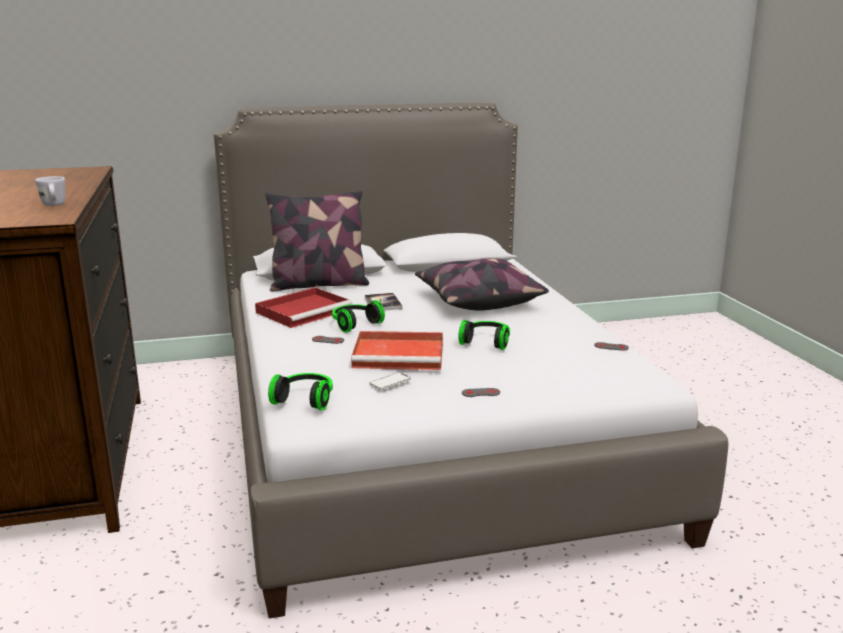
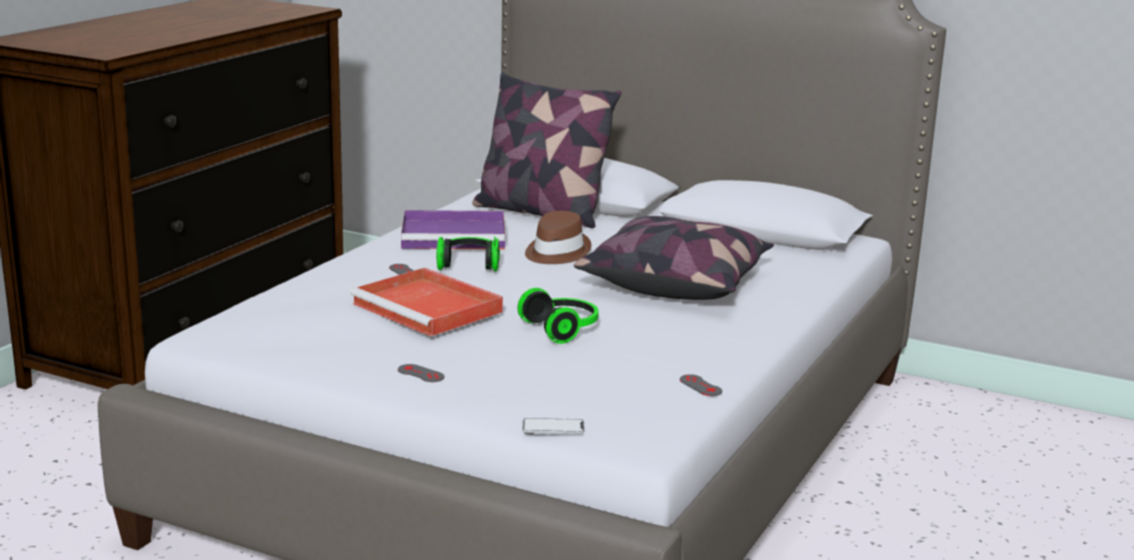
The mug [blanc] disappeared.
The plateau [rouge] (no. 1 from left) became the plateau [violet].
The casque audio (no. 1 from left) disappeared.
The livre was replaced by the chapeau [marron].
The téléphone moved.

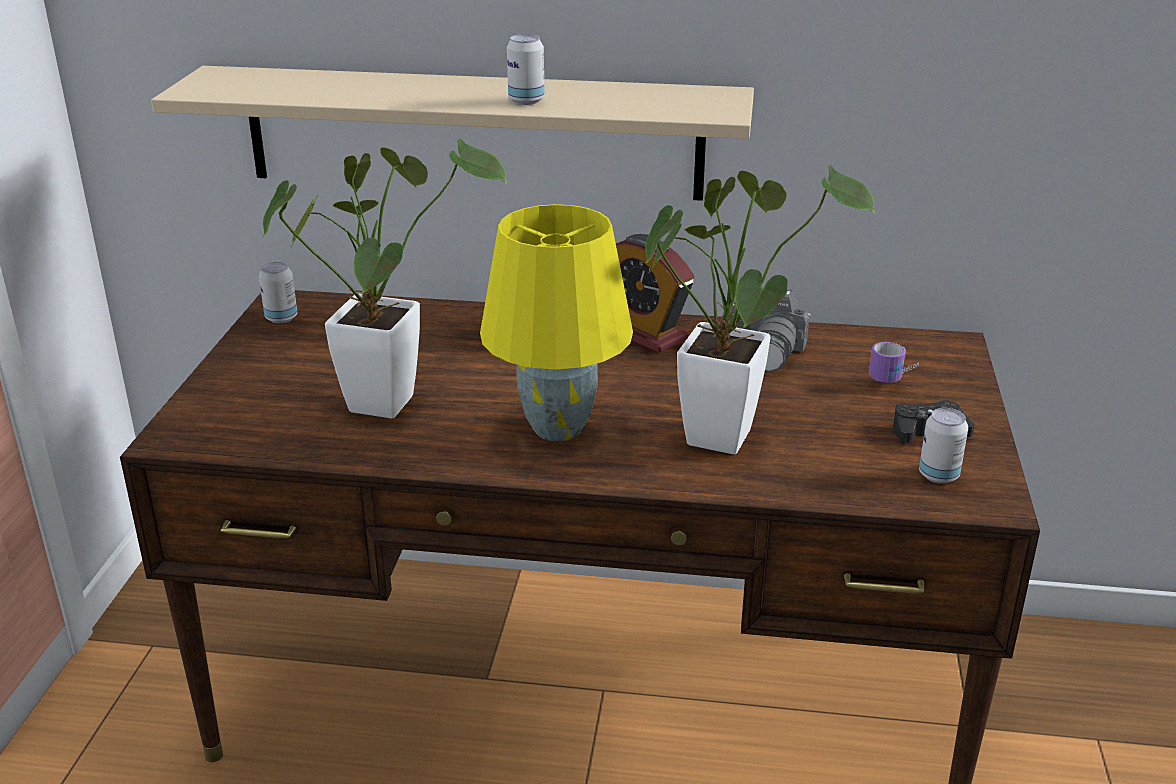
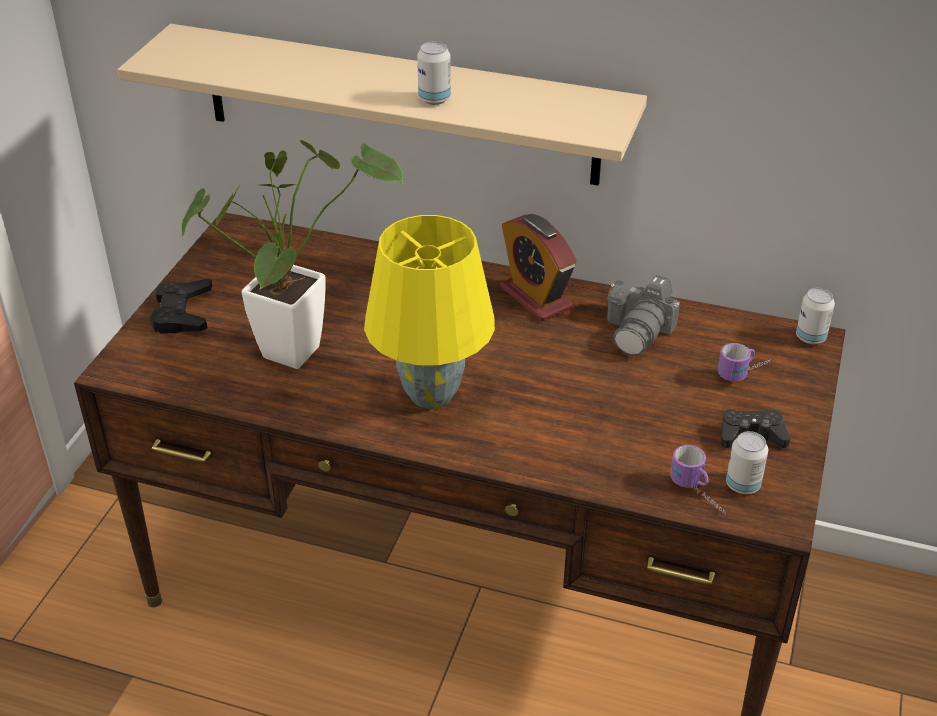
The boîte métallique (no. 1 from left in the first image) moved.
The plante en pot (no. 2 from left) disappeared.
The manette [noir] (no. 1 from left) appeared.
The mug (no. 1 from left) appeared.

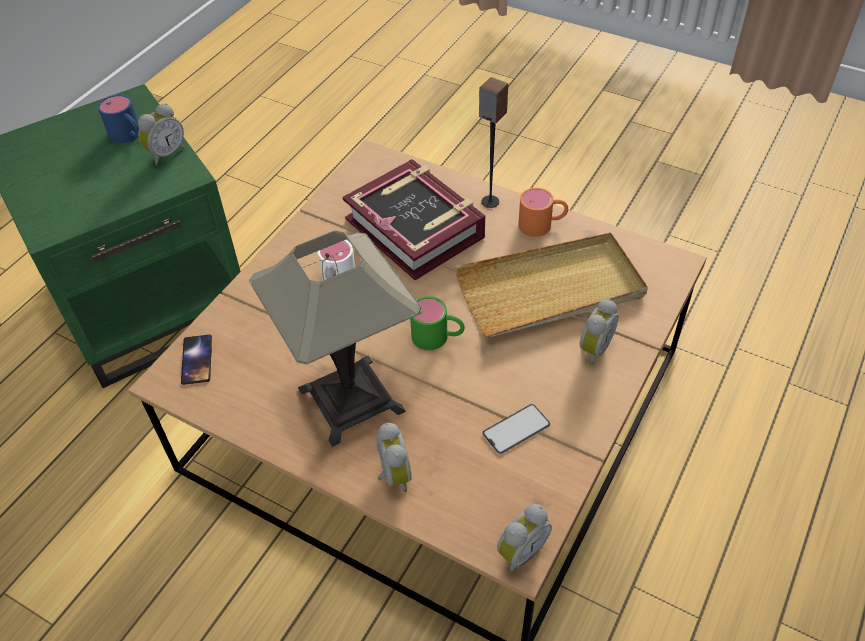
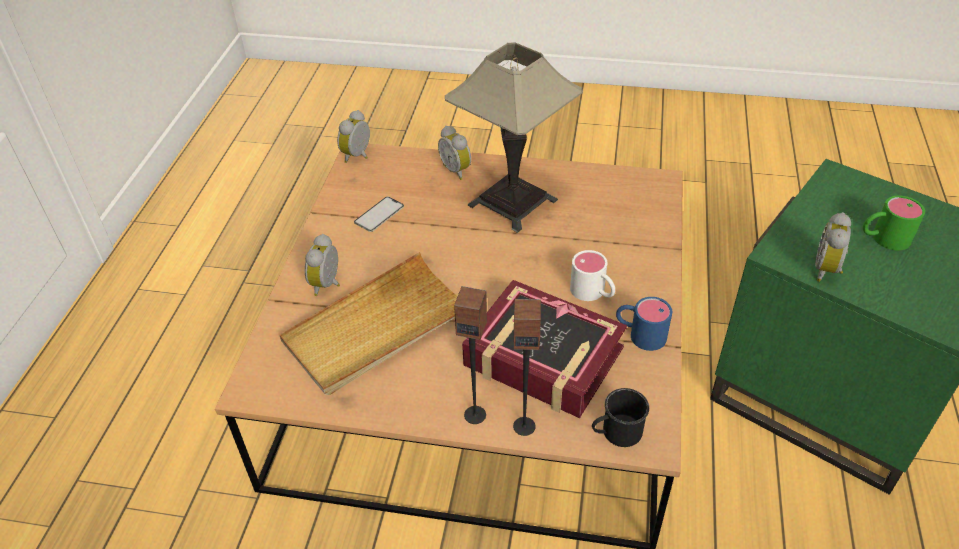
The mug [bleu] moved.
The téléphone (no. 1 from left) disappeared.
The mug [vert] moved.
The mug [orange] disappeared.
The enceinte (no. 2 from left) appeared.
The mug [noir] appeared.

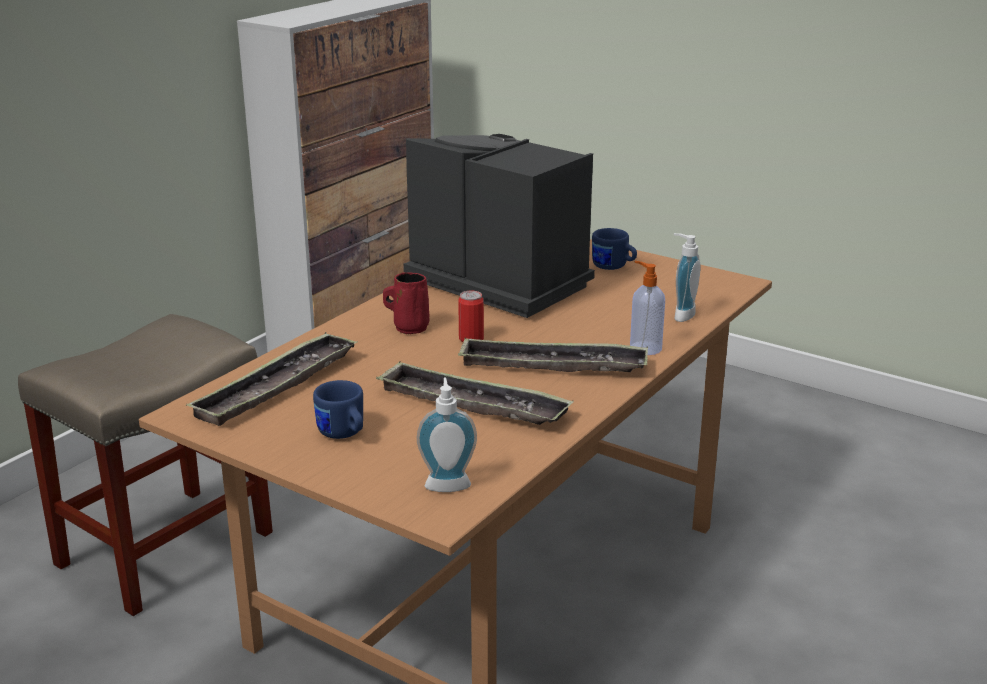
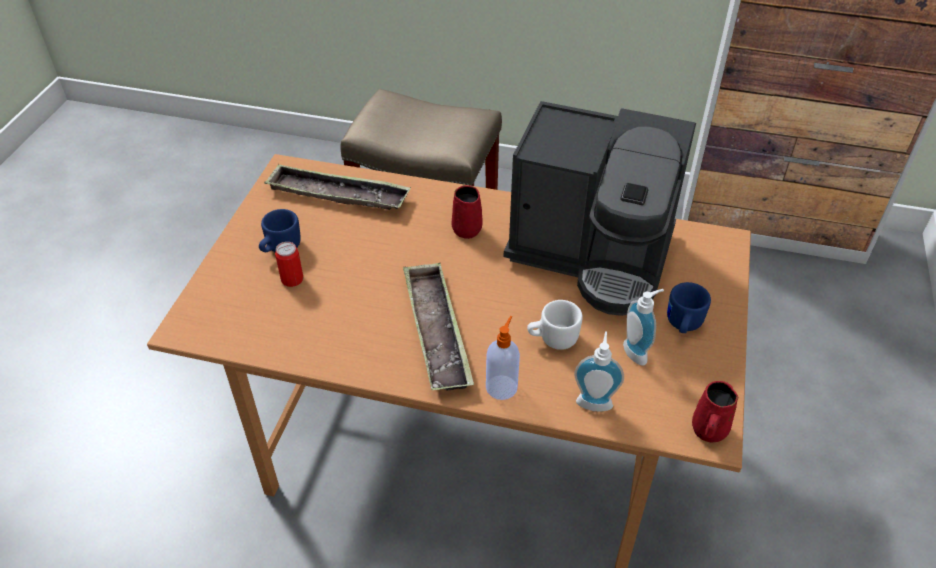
The plateau (no. 2 from left) disappeared.
The machine à café turned 90 degrees clockwise.
The distributeur de savon (no. 1 from left in the first image) moved.
The boîte métallique moved.
The mug [blanc] appeared.
The mug [rouge] (no. 2 from left) appeared.

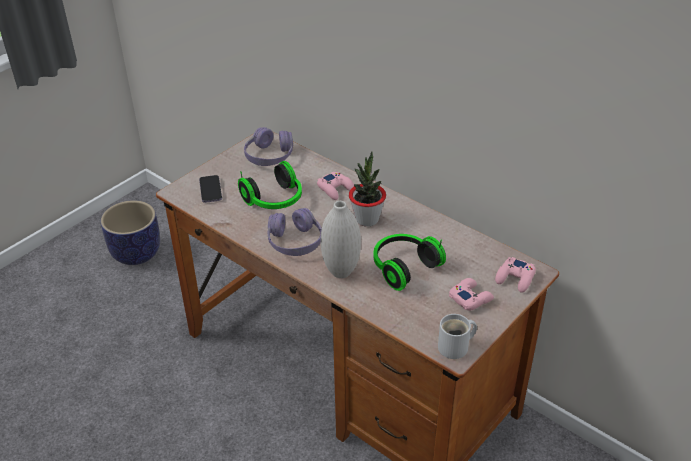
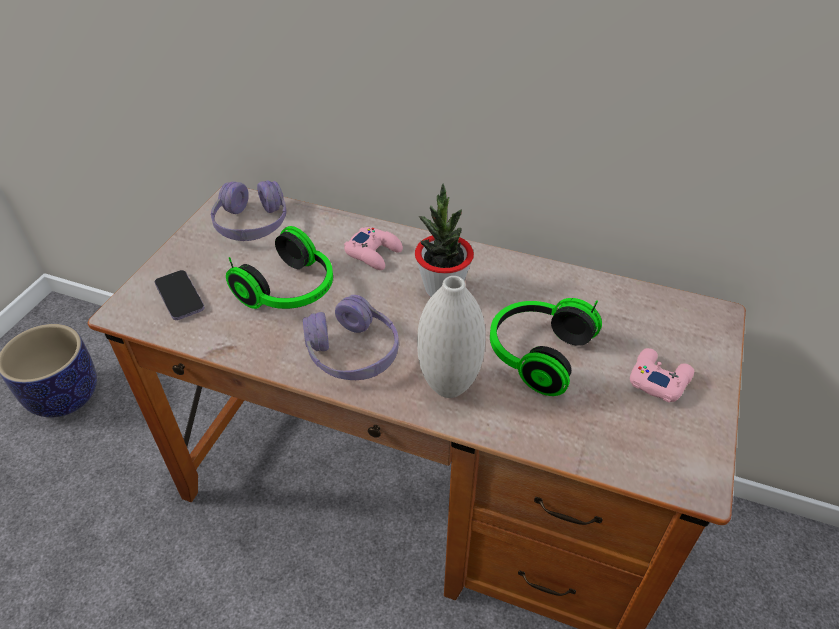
The mug [blanc] disappeared.
The manette [rose] (no. 3 from left) disappeared.

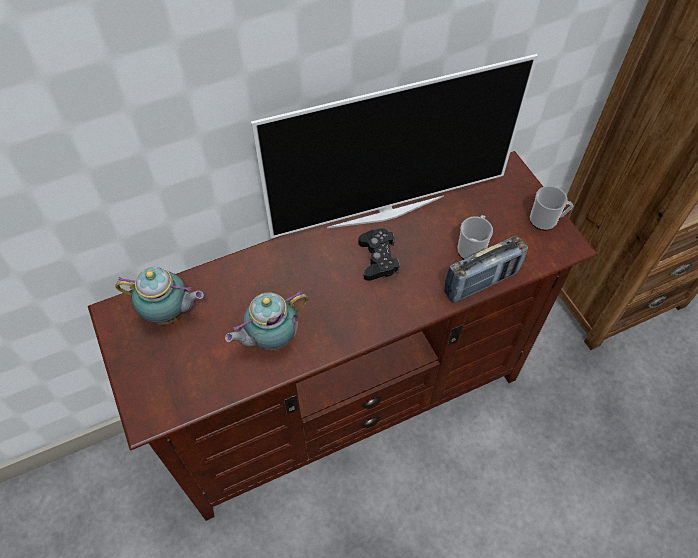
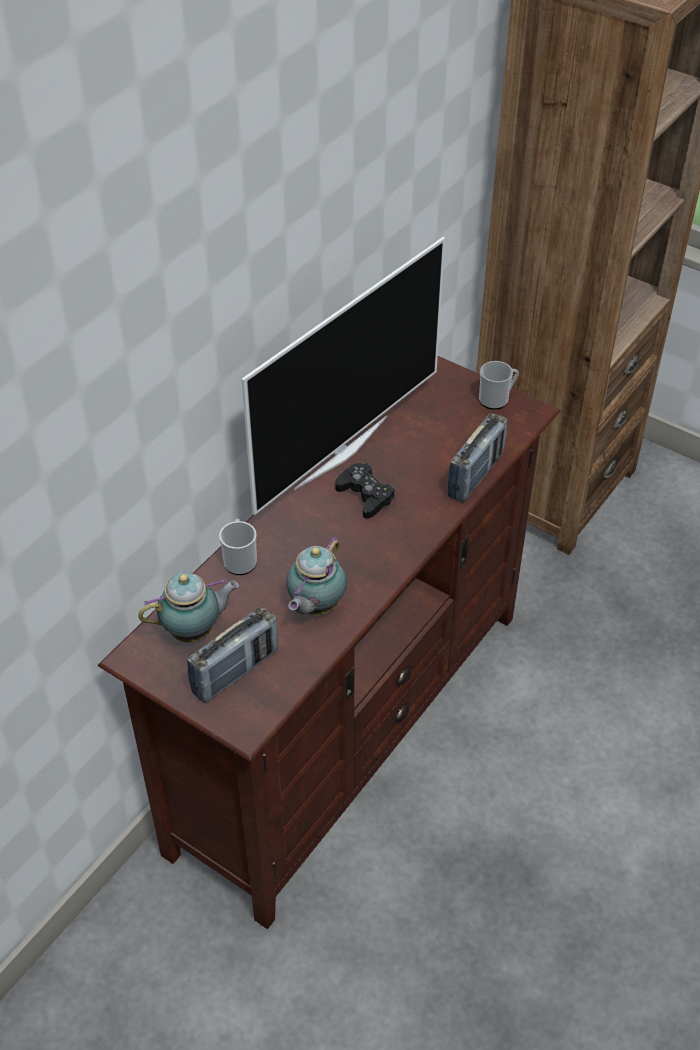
The mug (no. 1 from left) moved.
The radio (no. 1 from left) appeared.

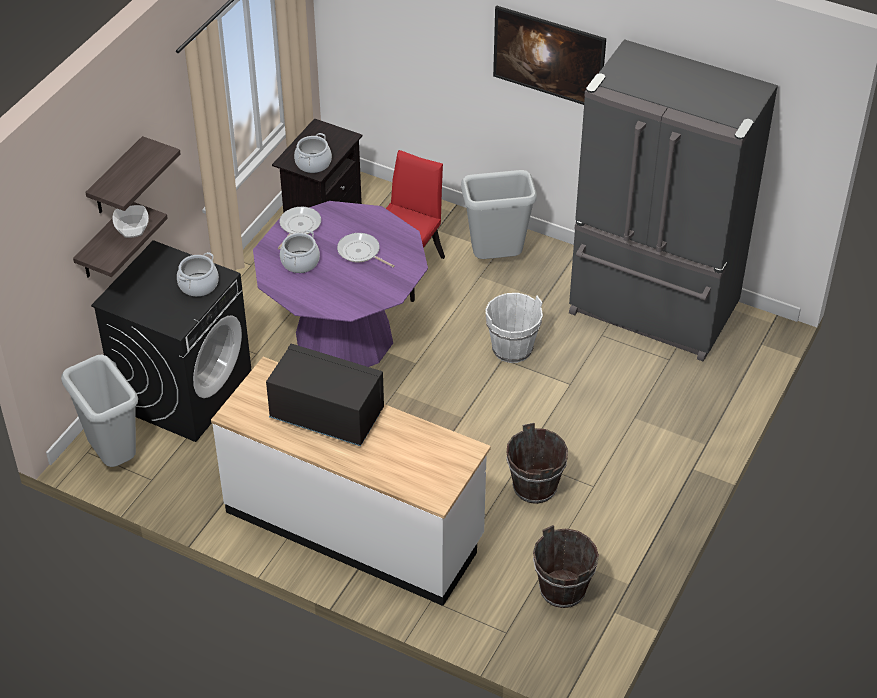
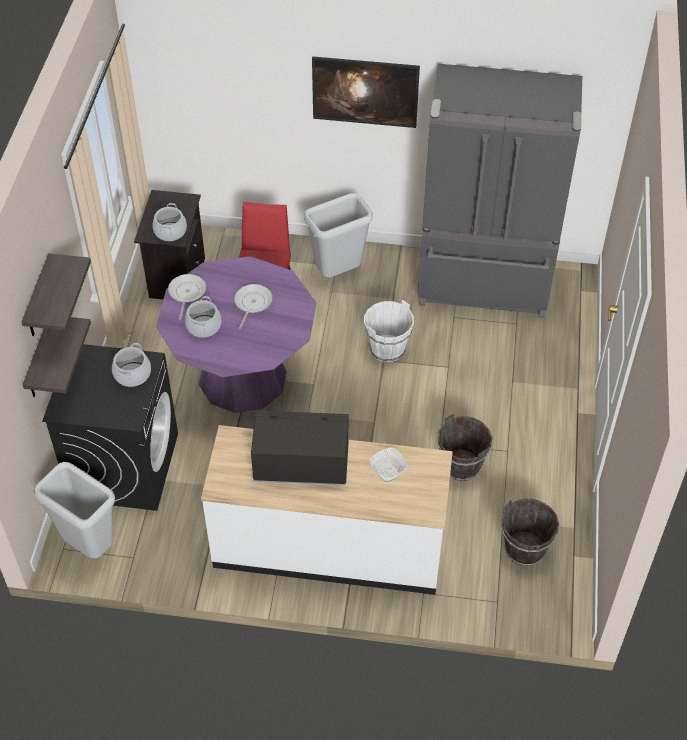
The bol moved.
The poêle (no. 2 from left) turned 90 degrees clockwise.

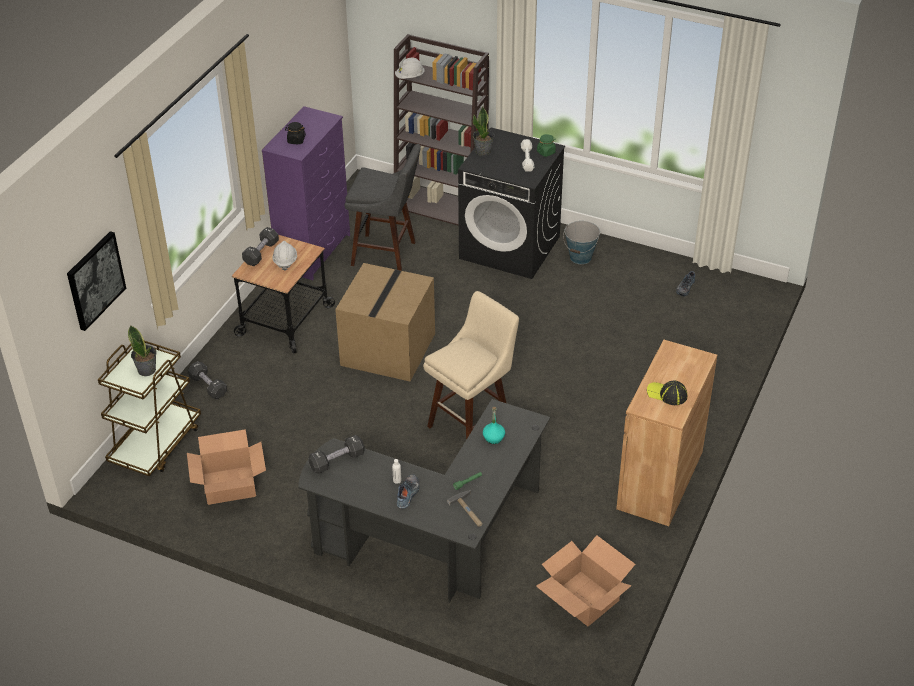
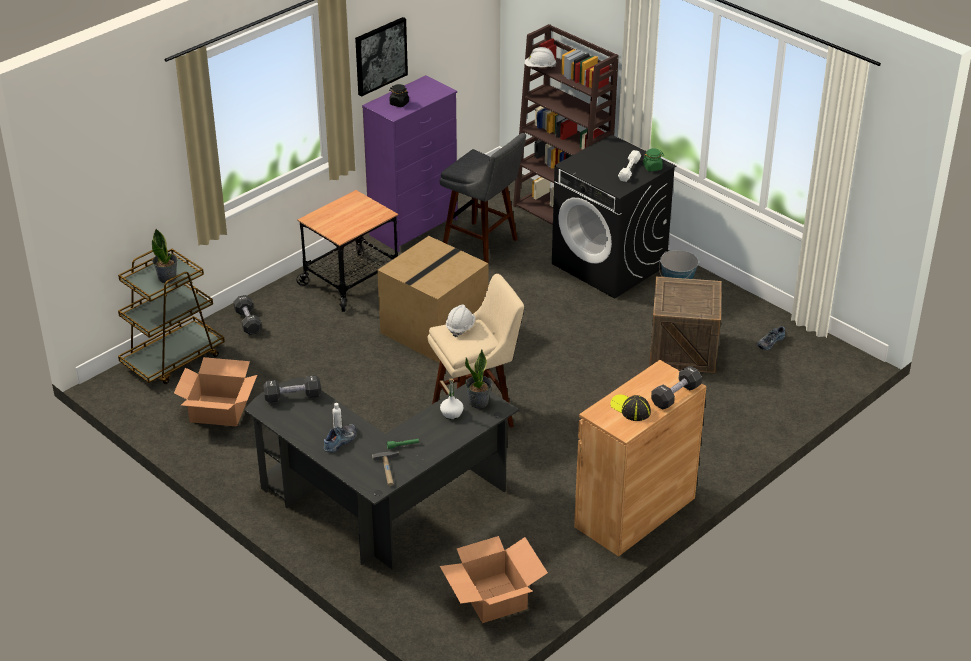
The tableau moved.
The haltère [noir] (no. 2 from left in the first image) moved.
The casque de chantier [blanc] (no. 1 from left) moved.
The plante en pot (no. 2 from left) moved.
The bouteille [turquoise] became the bouteille [blanc] (no. 2 from left).
The caisse appeared.

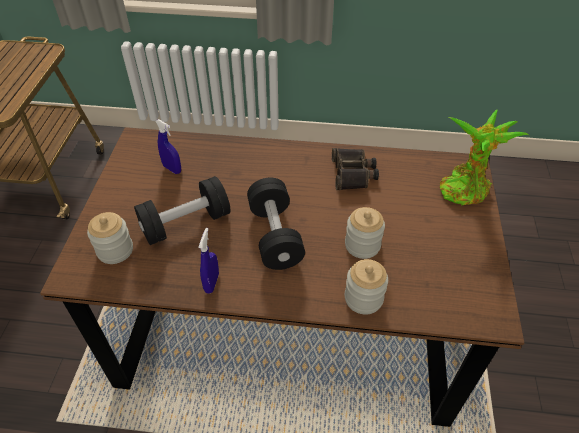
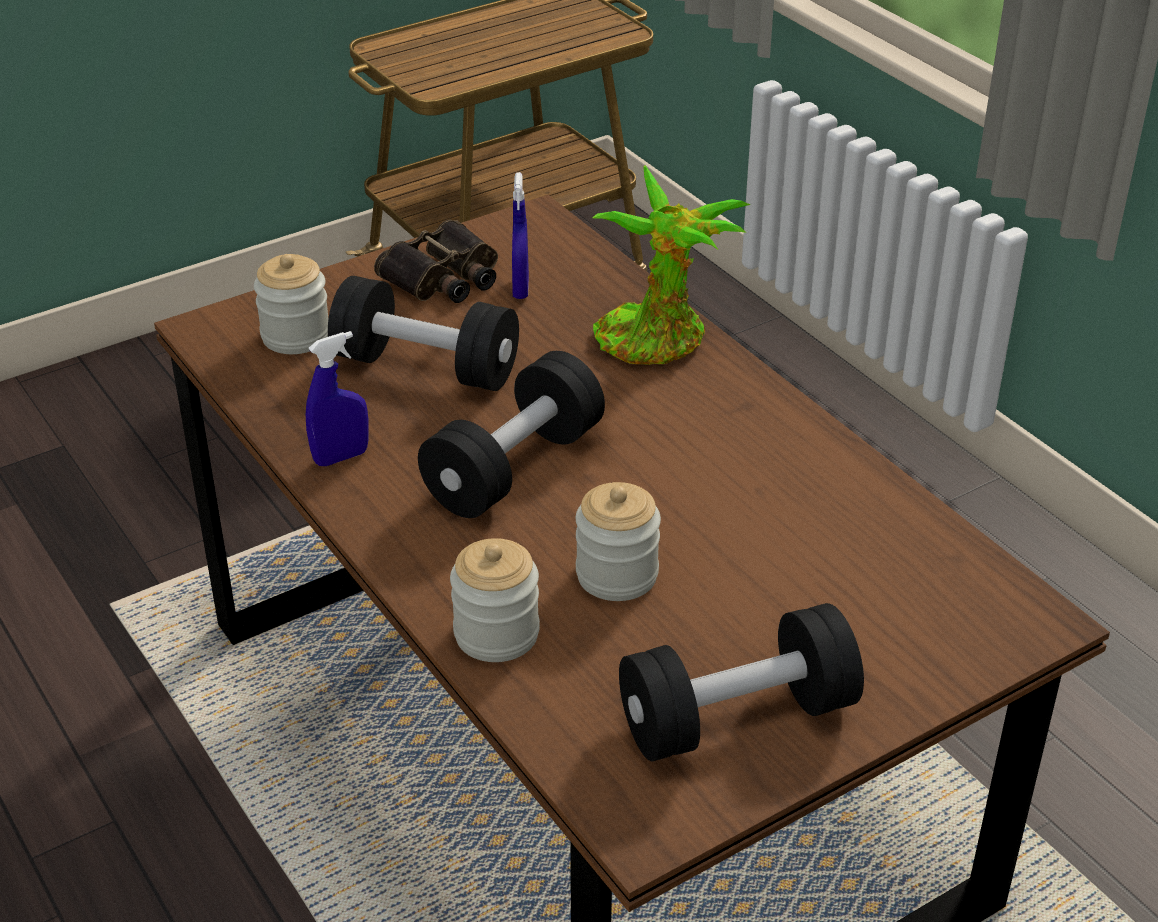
The jumelles moved.
The plante en pot moved.
The haltère [noir] (no. 3 from left) appeared.

